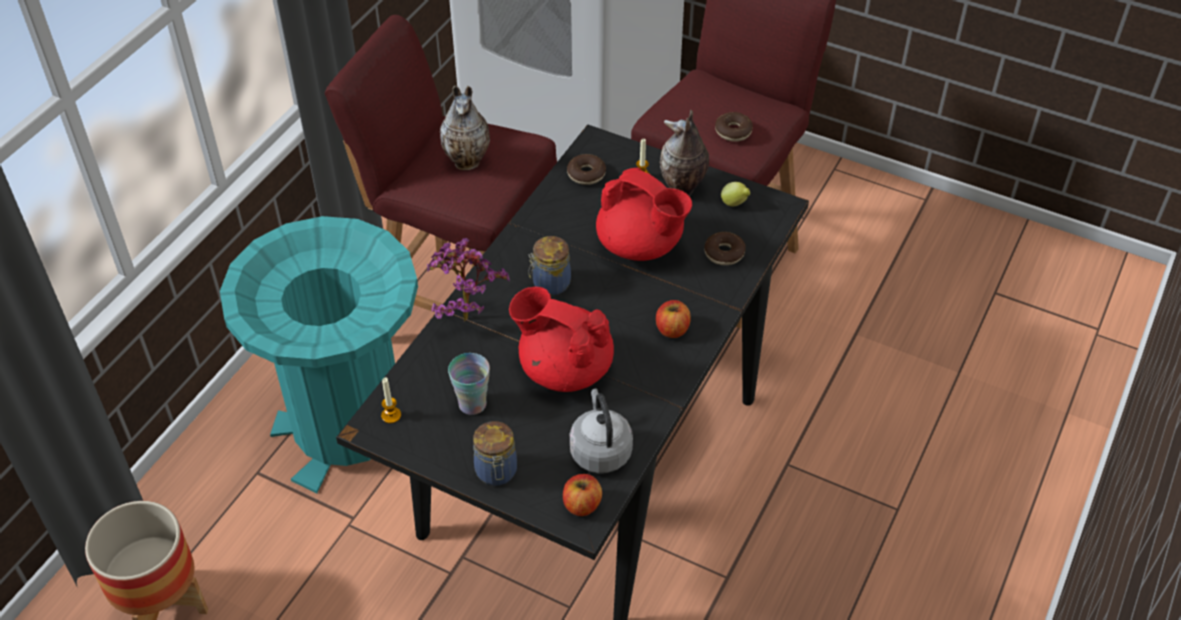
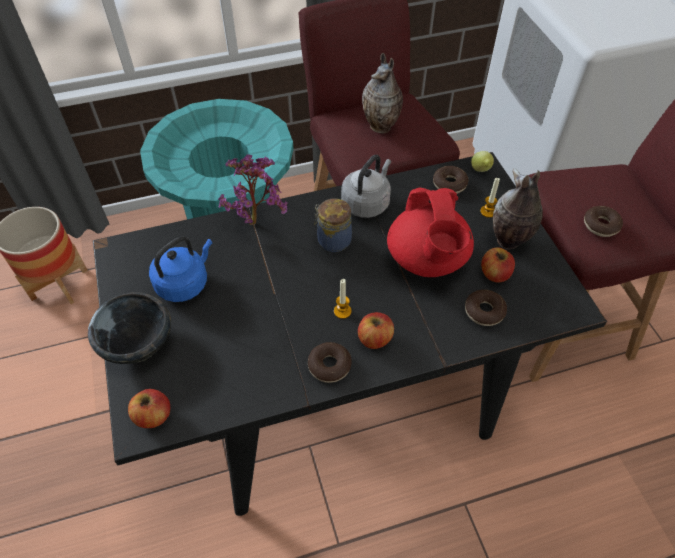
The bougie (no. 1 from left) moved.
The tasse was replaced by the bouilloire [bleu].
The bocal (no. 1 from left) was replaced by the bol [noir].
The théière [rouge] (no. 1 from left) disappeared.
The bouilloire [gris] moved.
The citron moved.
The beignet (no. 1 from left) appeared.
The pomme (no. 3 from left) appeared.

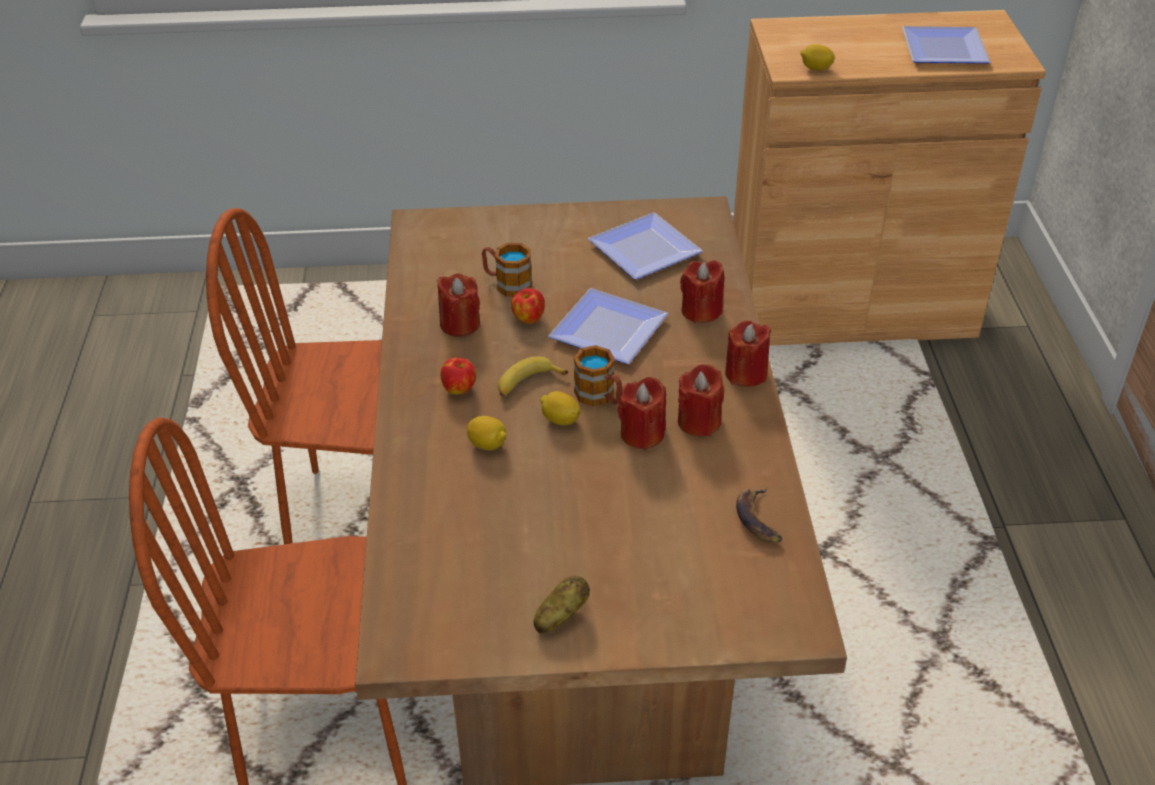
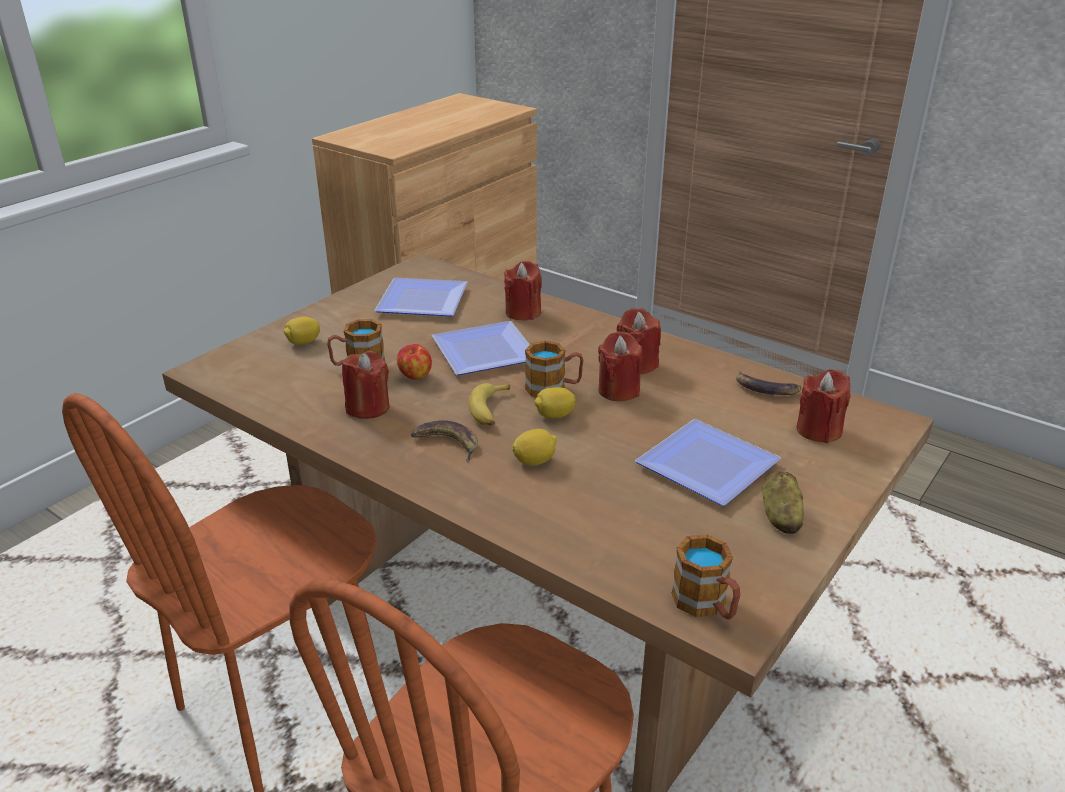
The pomme (no. 1 from left) was replaced by the banane (no. 1 from left).
The bougie [rouge] (no. 5 from left) moved.
The citron (no. 3 from left in the first image) moved.
The assiette (no. 3 from left) moved.
The mug (no. 3 from left) appeared.

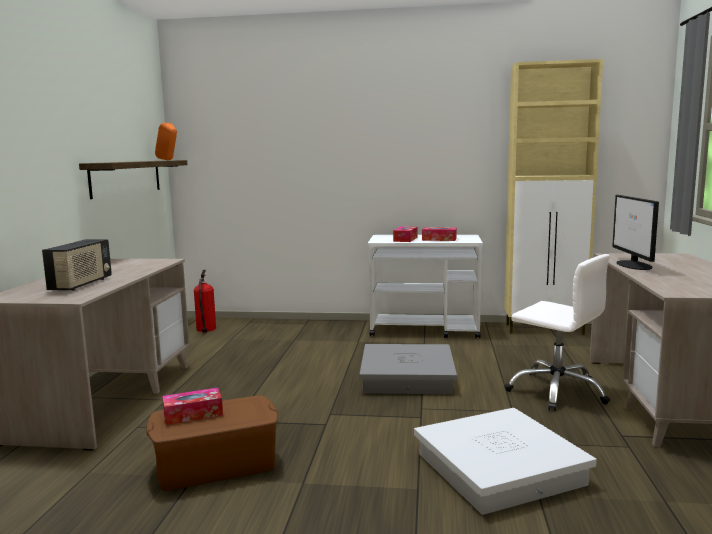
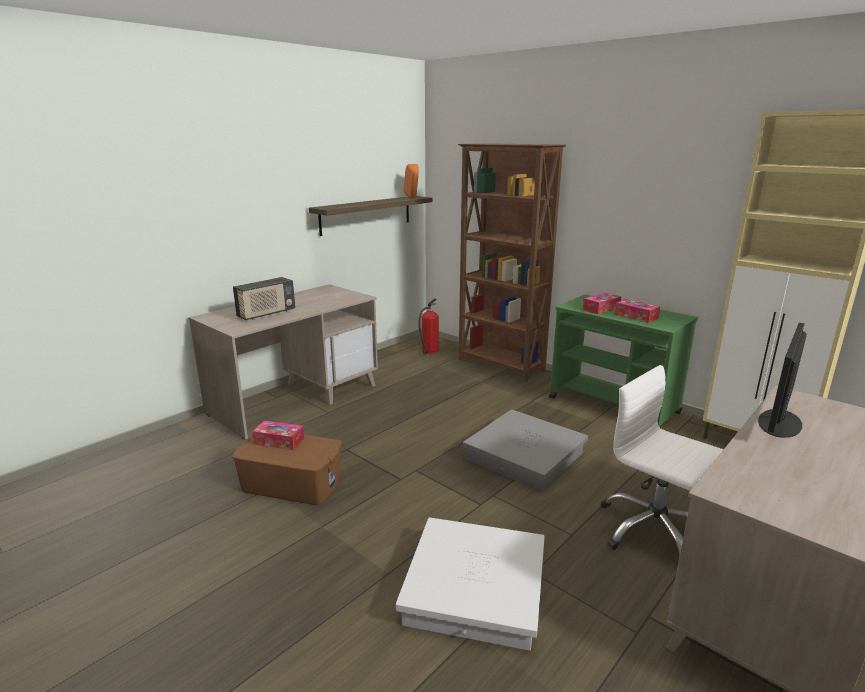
The chariot [blanc] became the chariot [vert].
The chaise de bureau [blanc] turned 150 degrees clockwise.
The bibliothèque [marron] appeared.

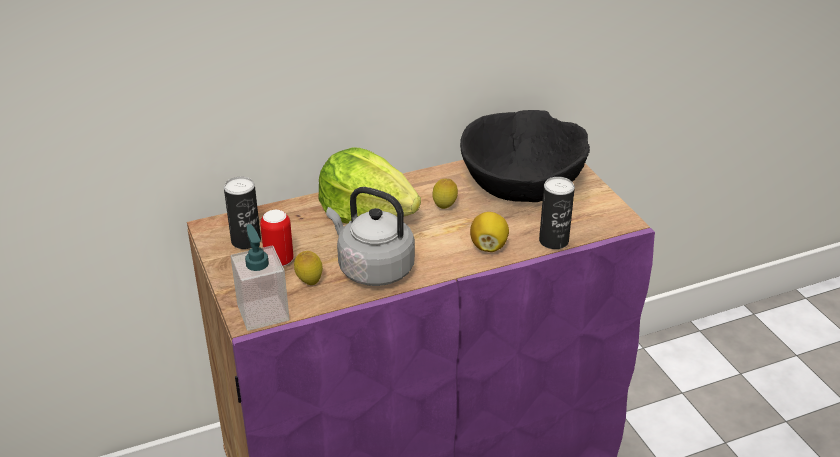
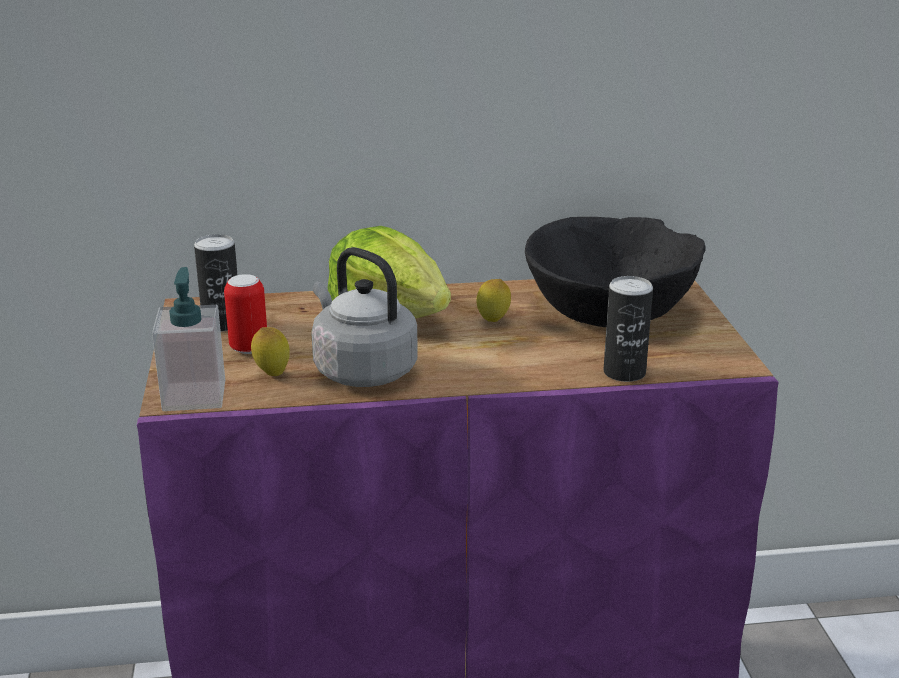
The citron (no. 3 from left) disappeared.

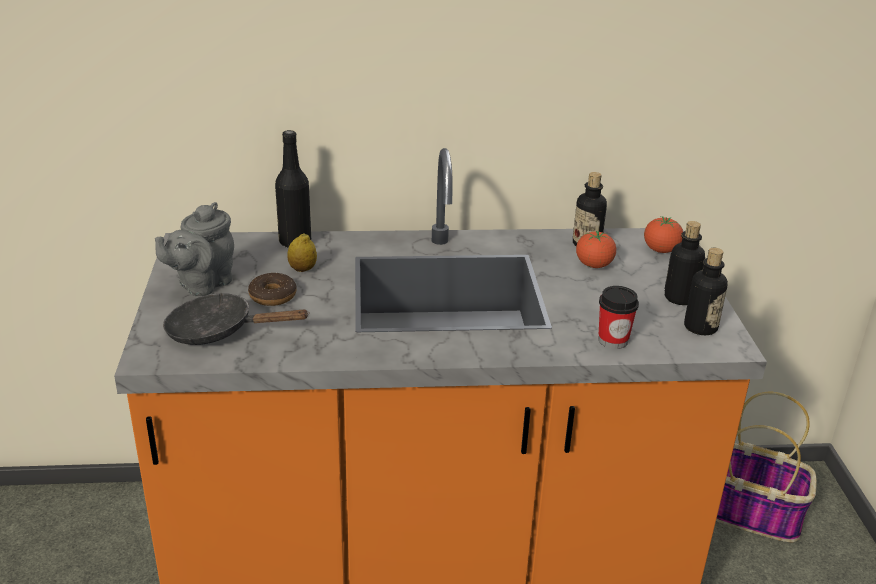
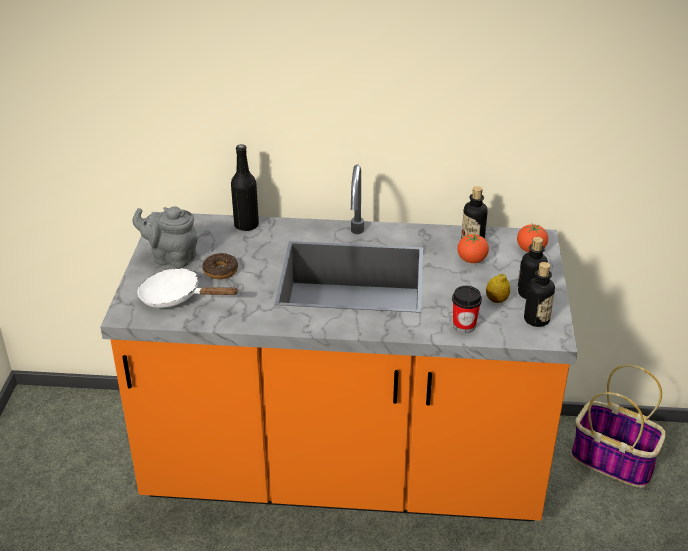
The théière [gris] turned 60 degrees clockwise.
The poêle [noir] became the poêle [blanc].
The citron moved.

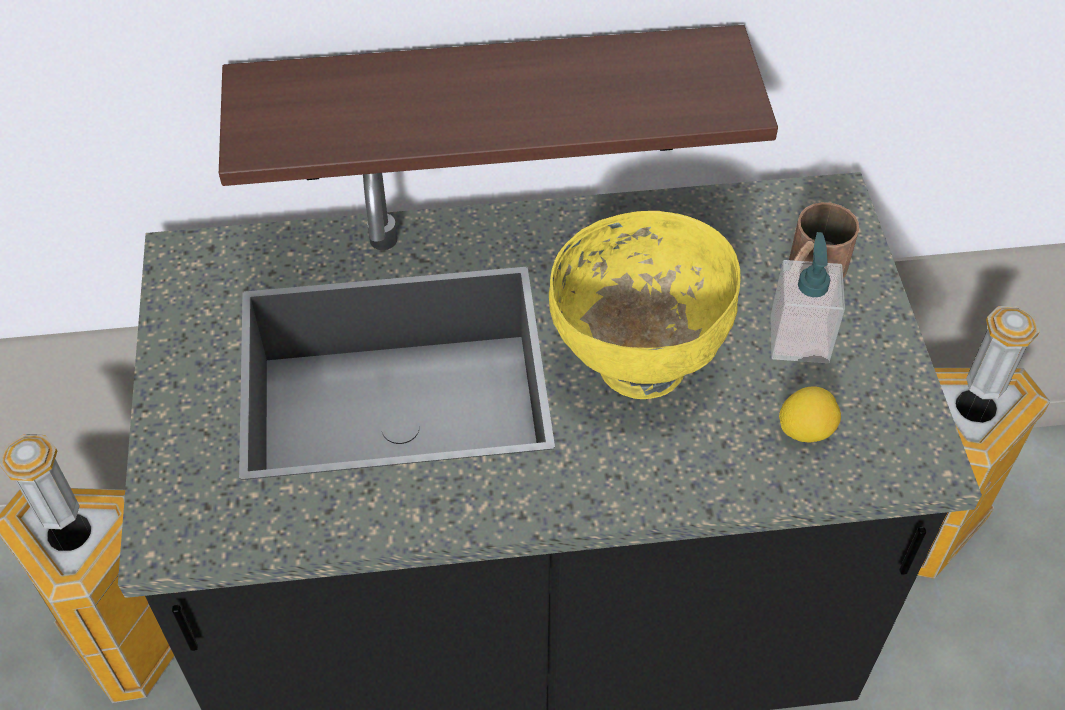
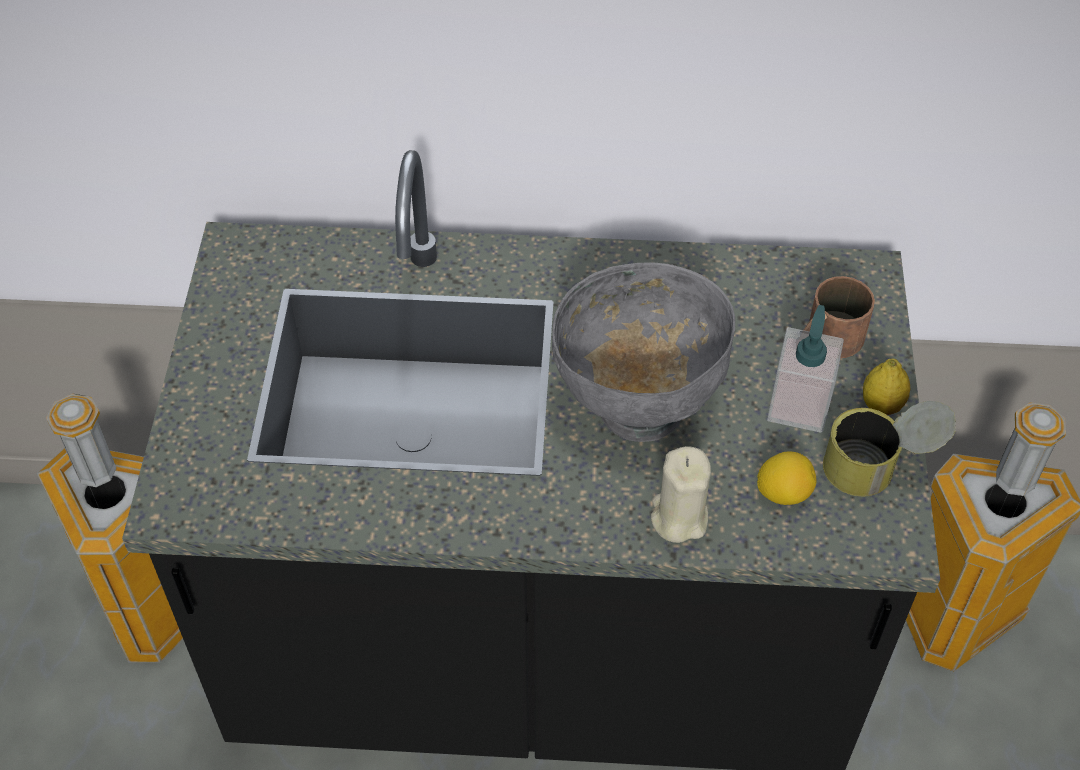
The étagère disappeared.
The bol [jaune] became the bol [gris].
The bougie [beige] appeared.
The boîte métallique appeared.
The citron (no. 2 from left) appeared.

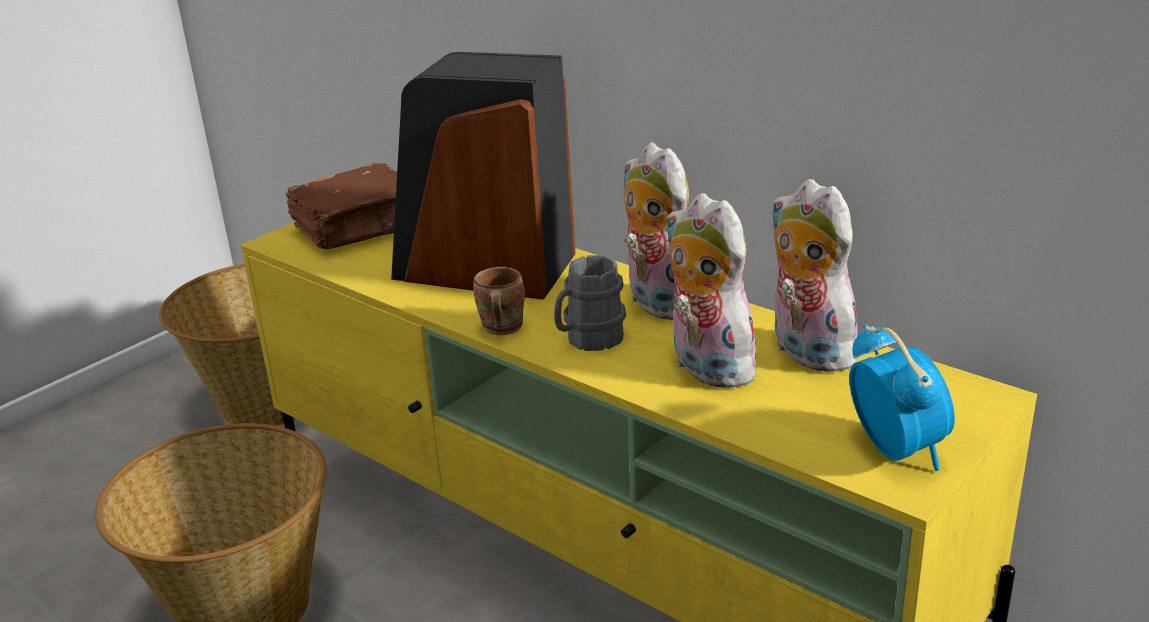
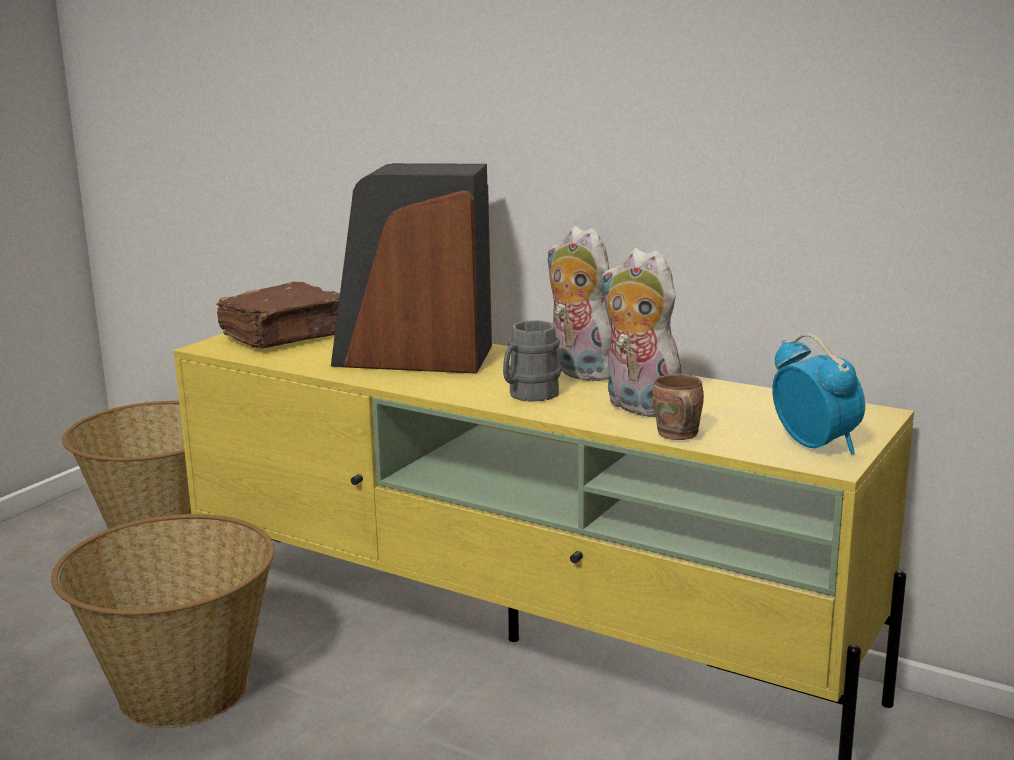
The mug [marron] moved.
The peluche (no. 3 from left) disappeared.

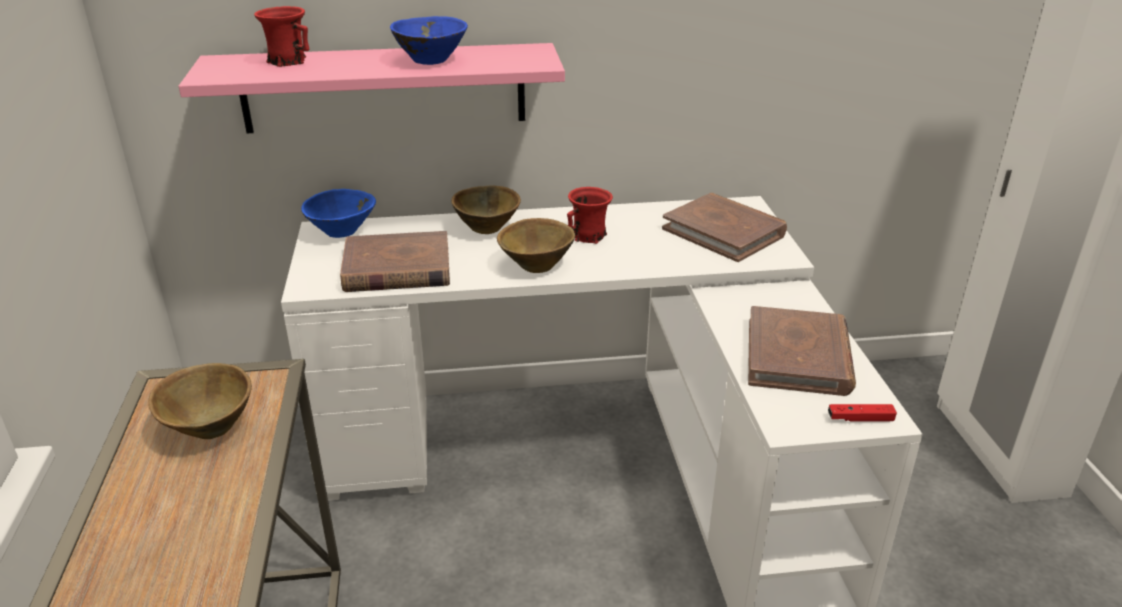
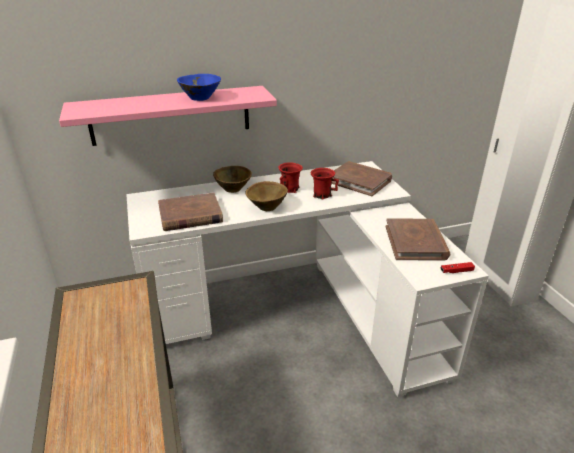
The bol [marron] (no. 1 from left) disappeared.
The mug [rouge] (no. 1 from left in the first image) moved.
The bol [bleu] (no. 1 from left) disappeared.

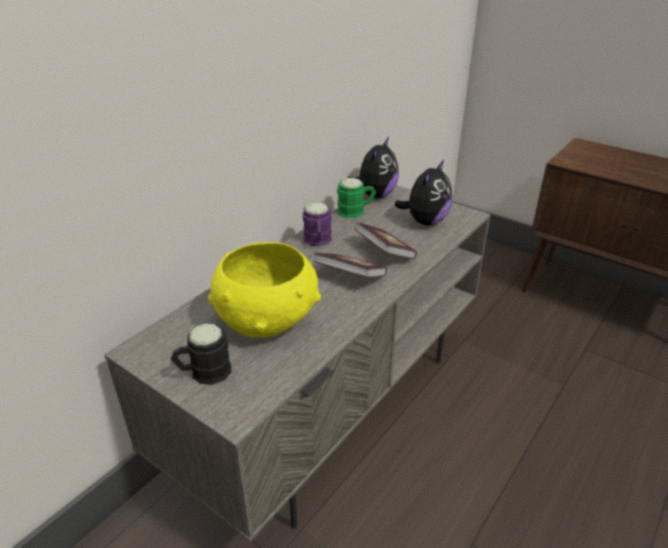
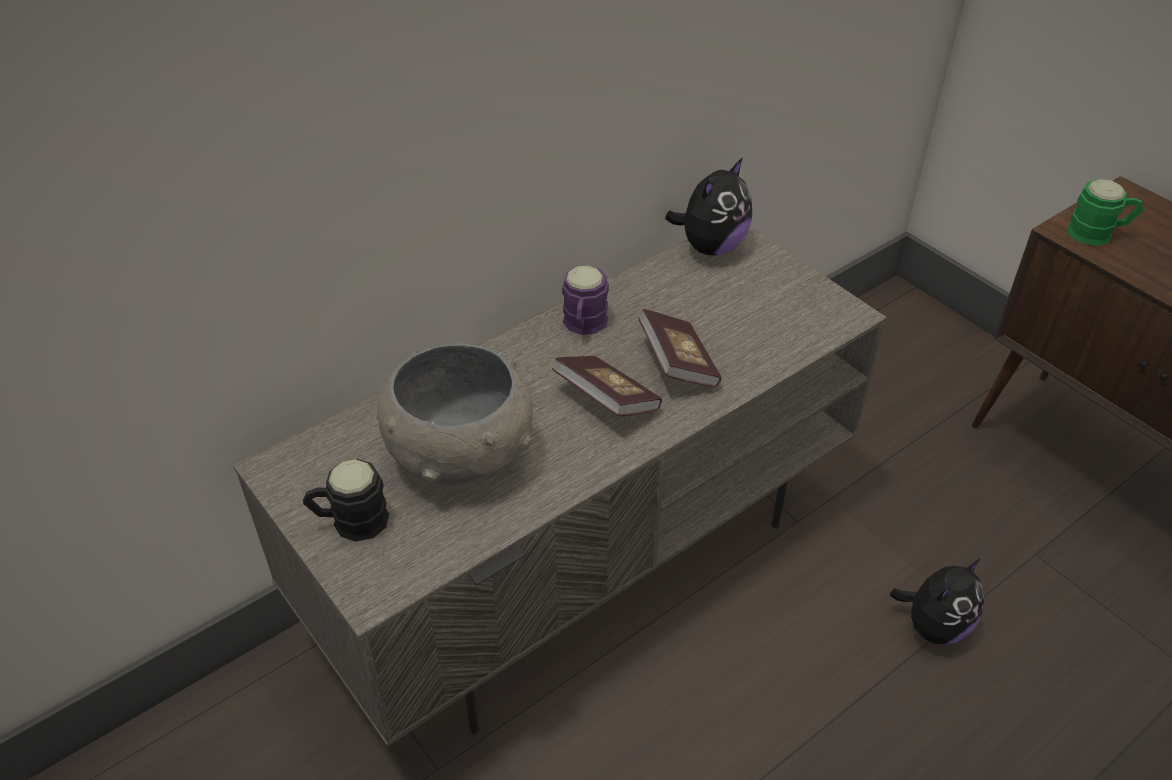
The bol [jaune] became the bol [gris].
The mug [vert] moved.
The peluche (no. 2 from left) moved.

